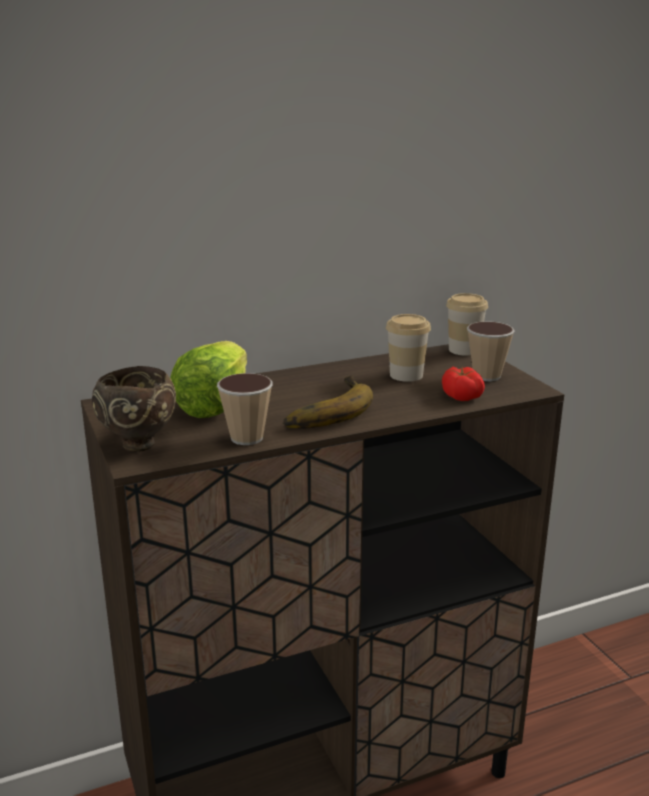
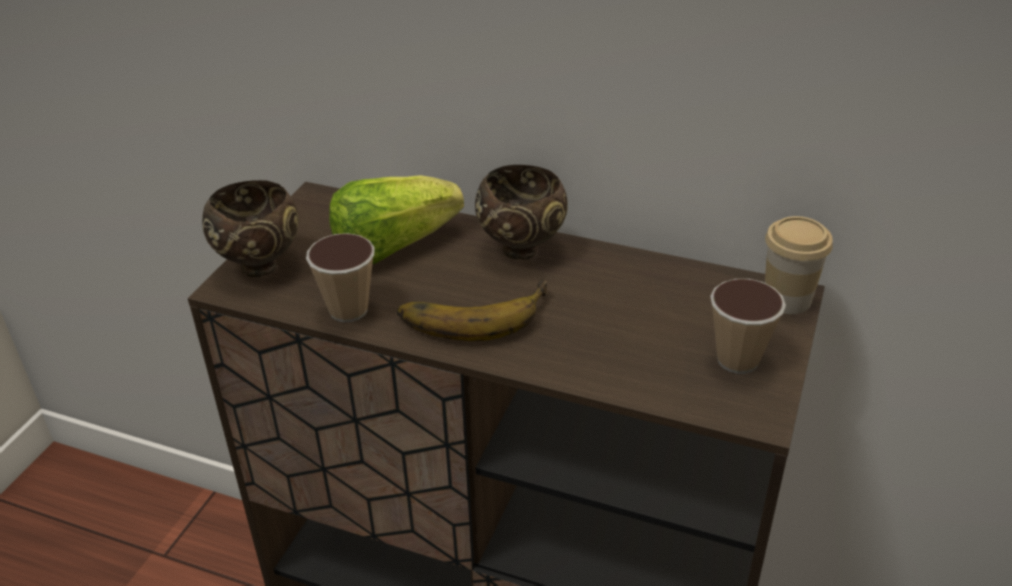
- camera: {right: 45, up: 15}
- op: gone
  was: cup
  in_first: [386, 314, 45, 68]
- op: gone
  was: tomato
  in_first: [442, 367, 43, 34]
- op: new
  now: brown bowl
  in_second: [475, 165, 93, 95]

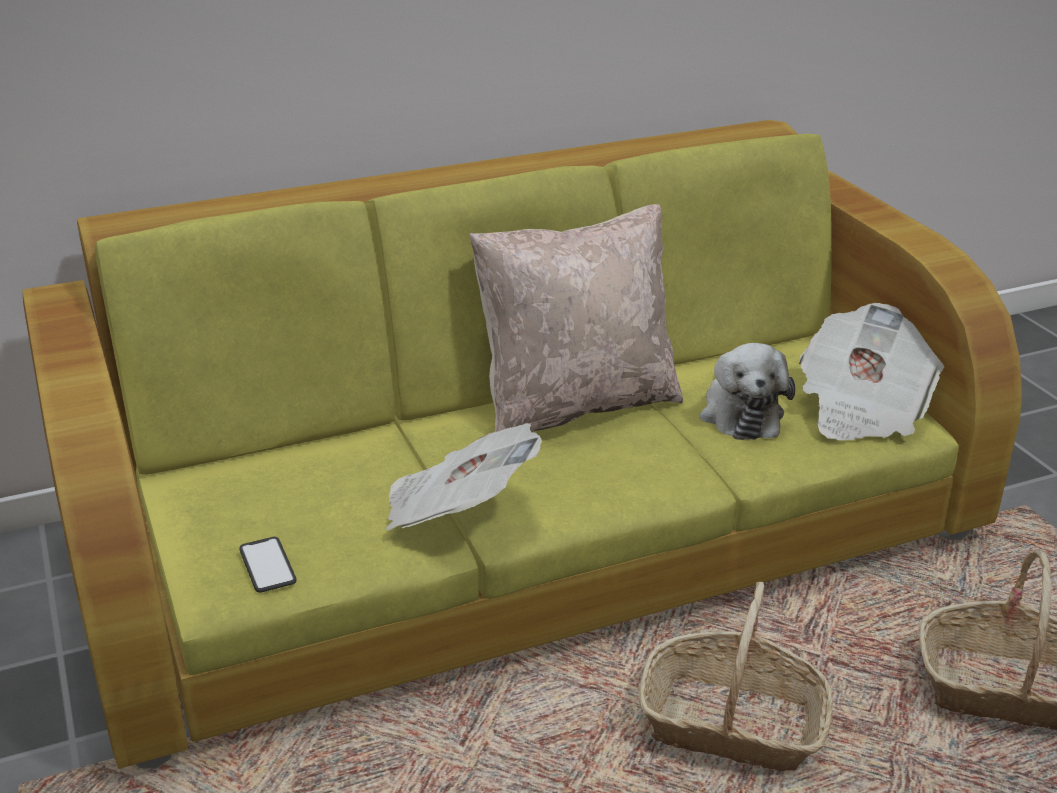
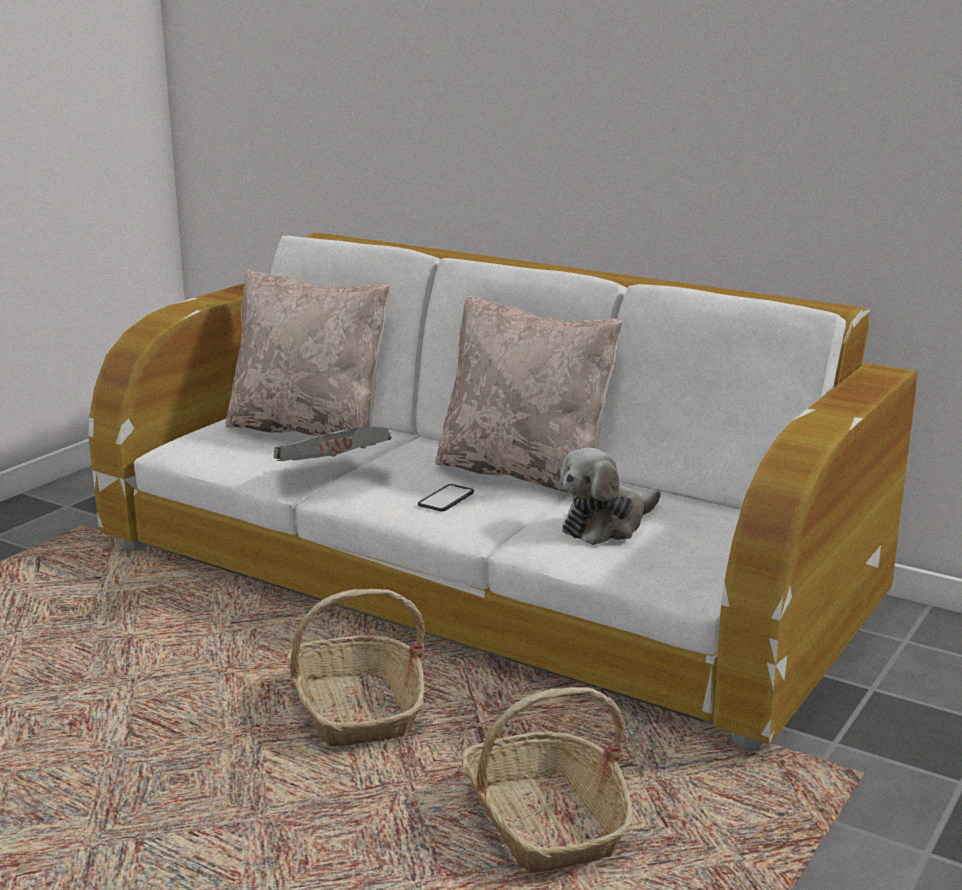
- camera: {right: 55, up: -10}
- op: repainted
  was: green sofa
  now: white sofa
  in_first: [22, 120, 1000, 649]
  in_second: [89, 233, 829, 518]
- op: shifted
  was: phone
  in_first: [239, 537, 58, 56]
  in_second: [418, 484, 56, 28]
- op: gone
  was: newspaper
  in_first: [799, 303, 146, 138]
- op: new
  now: beige pillow
  in_second: [226, 269, 163, 179]

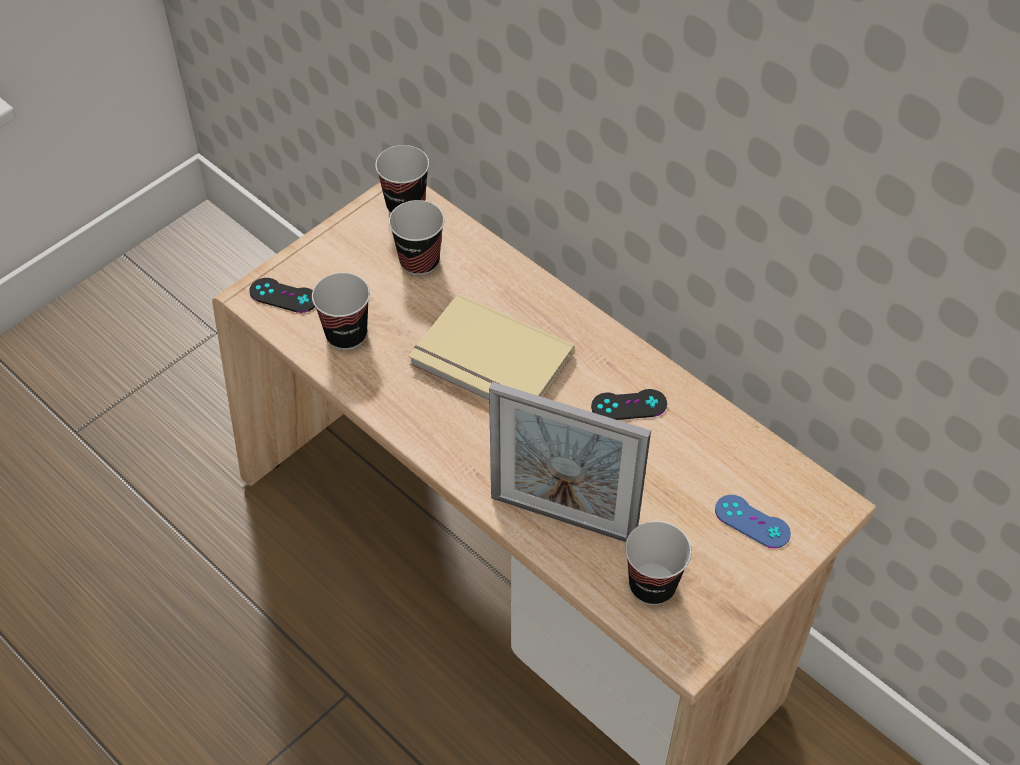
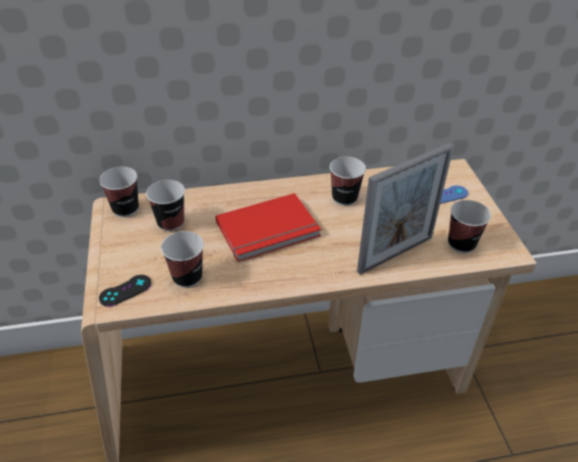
- camera: {right: -55, up: -10}
- op: repainted
  was: beige book
  now: red book
  in_first: [408, 294, 167, 108]
  in_second: [216, 193, 105, 69]
- op: swapped
  was: black game controller
  now: cup
  in_first: [591, 389, 76, 31]
  in_second: [330, 157, 36, 49]

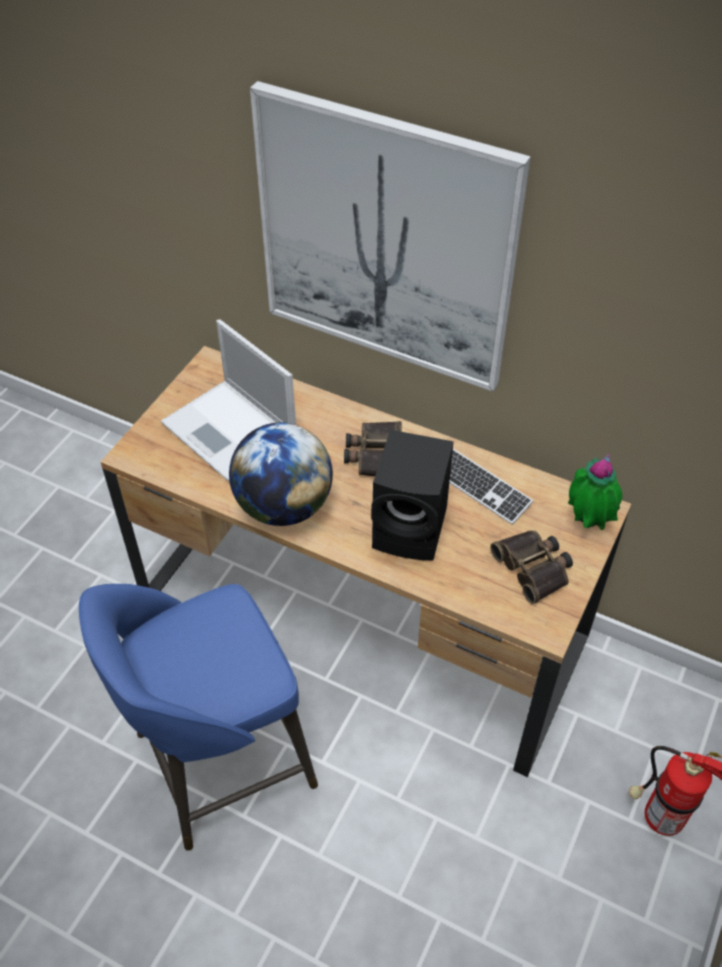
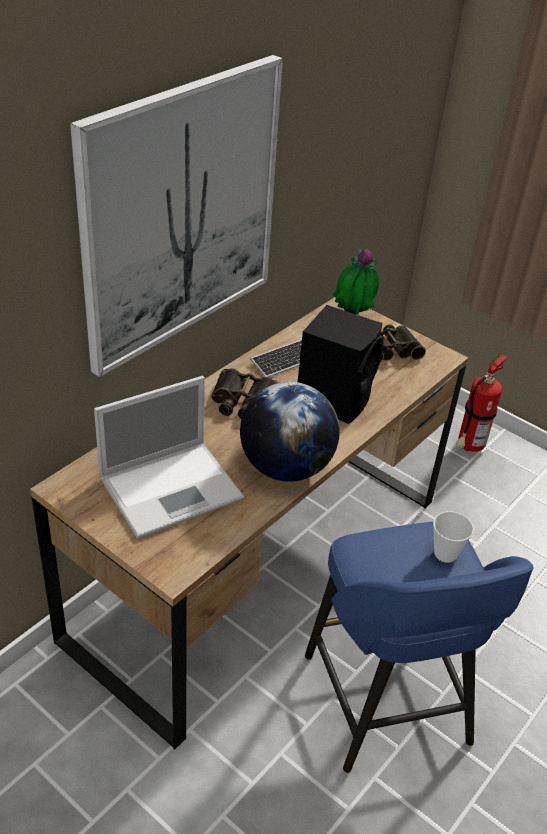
- camera: {right: -80, up: -10}
- op: new
  now: cup
  in_second: [433, 511, 41, 52]

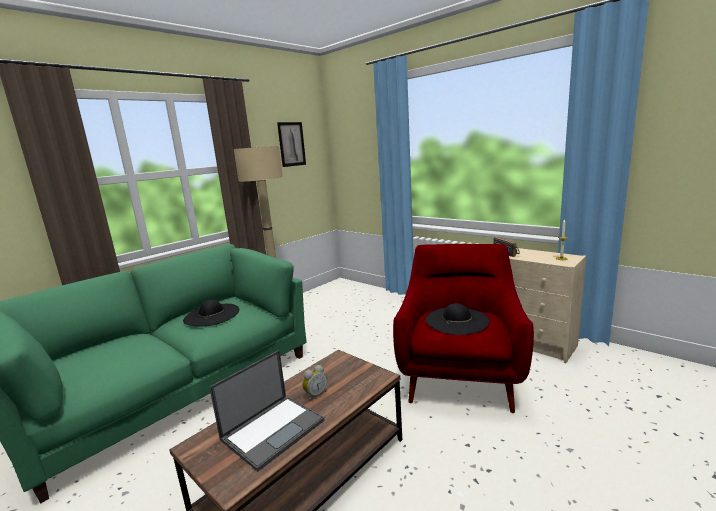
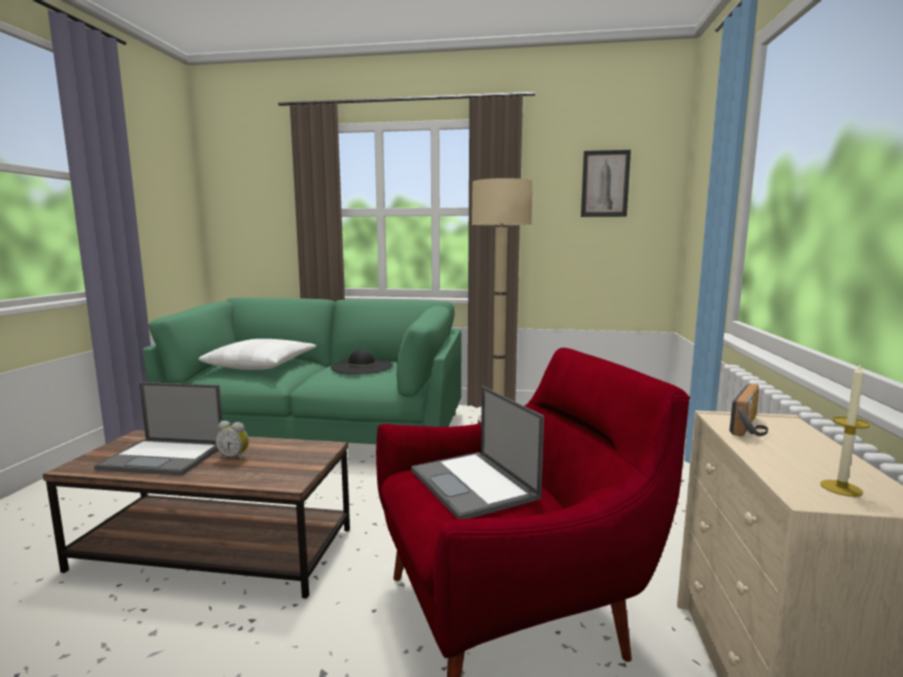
- camera: {right: 55, up: -5}
- op: swapped
  was: black hat
  now: laptop
  in_first: [426, 303, 64, 32]
  in_second: [411, 386, 133, 133]
- op: new
  now: white pillow
  in_second: [198, 339, 118, 31]

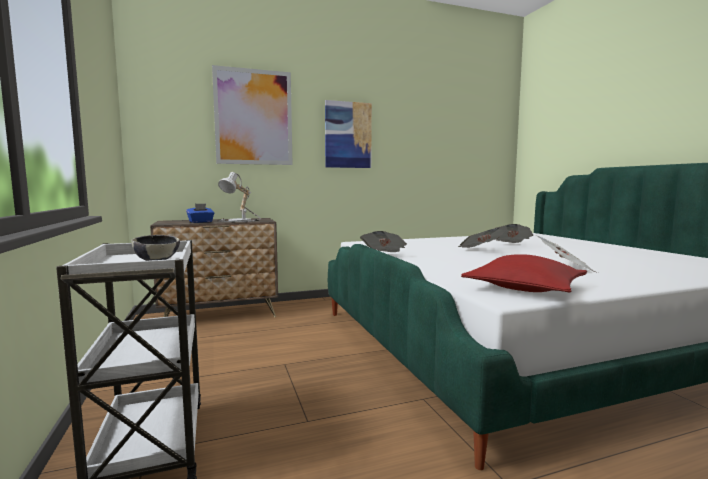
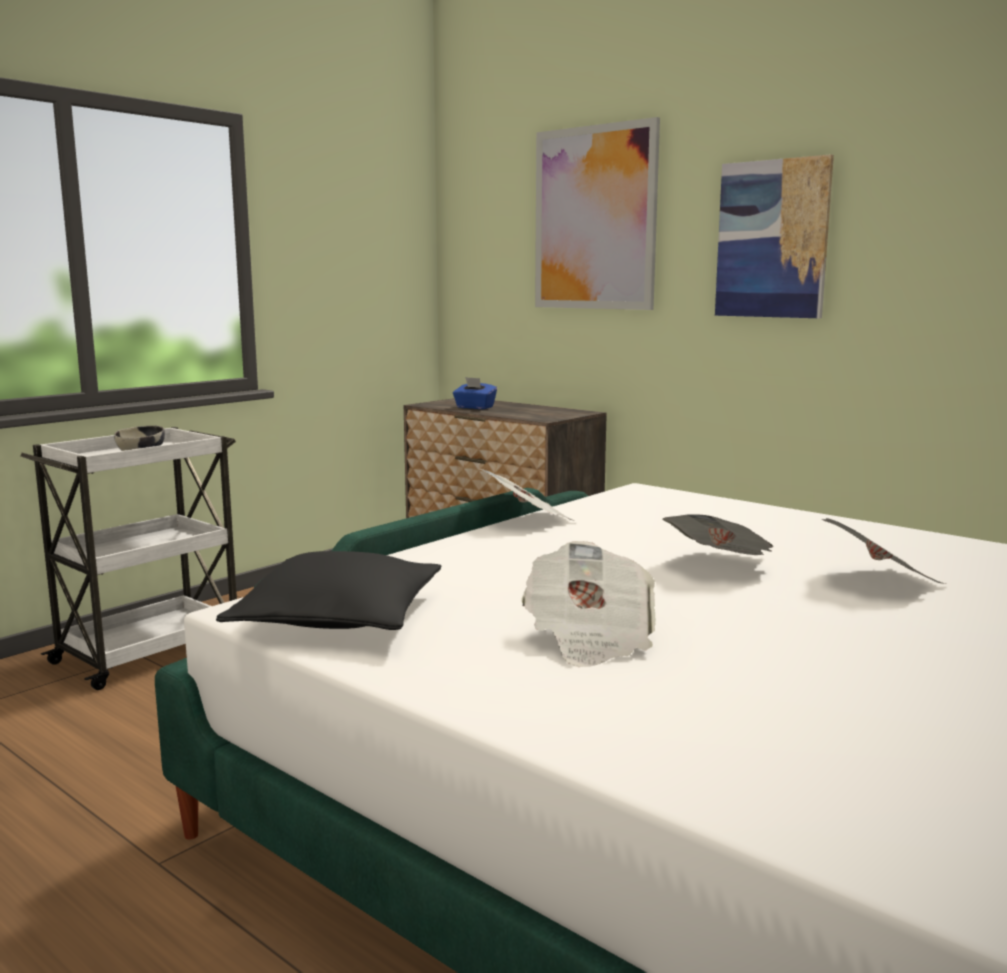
- camera: {right: 60, up: 5}
- op: gone
  was: table lamp
  in_first: [218, 172, 43, 50]
- op: repainted
  was: red pillow
  now: black pillow
  in_first: [461, 254, 126, 38]
  in_second: [216, 551, 225, 79]

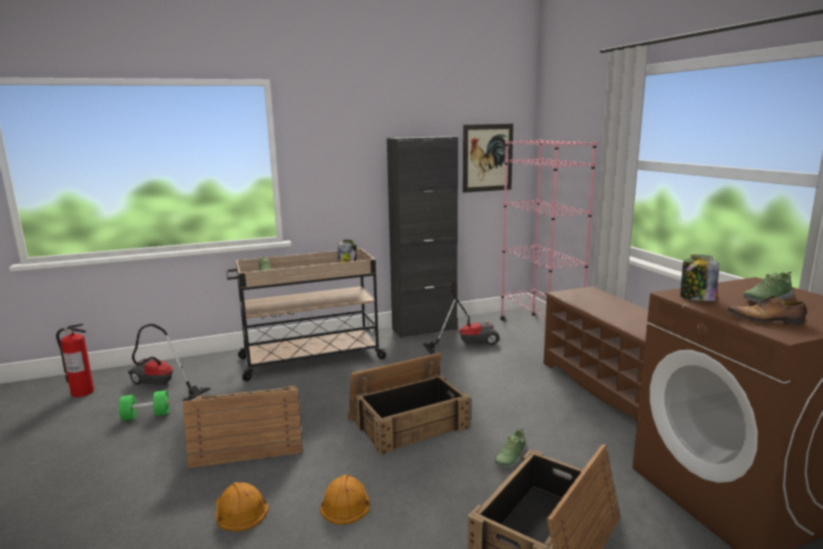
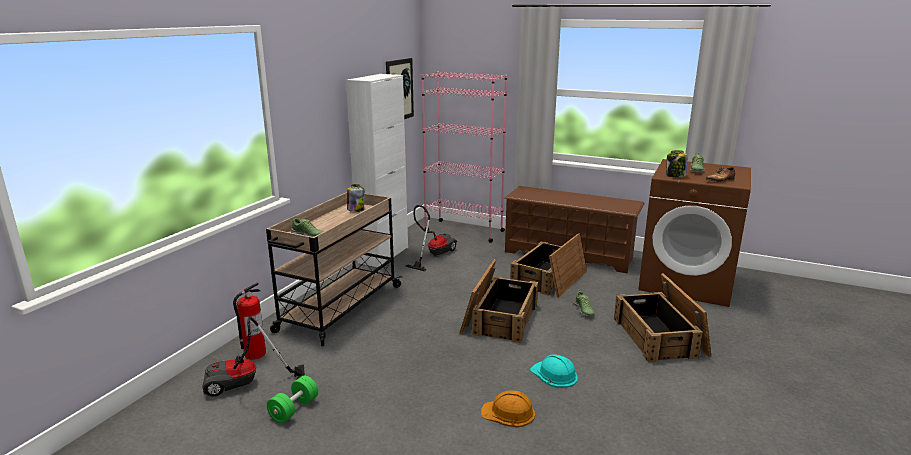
- camera: {right: -45, up: 5}
- op: shifted
  was: fire extinguisher
  in_first: [56, 324, 38, 73]
  in_second: [233, 282, 33, 78]
- op: shifted
  was: crate
  in_first: [183, 385, 120, 83]
  in_second: [510, 233, 77, 65]
- op: repainted
  was: orange hard hat
  now: turquoise hard hat
  in_first: [320, 475, 50, 50]
  in_second: [530, 354, 48, 34]
- op: repainted
  was: black cabinet
  now: white cabinet
  in_first: [387, 136, 71, 202]
  in_second: [346, 74, 62, 193]

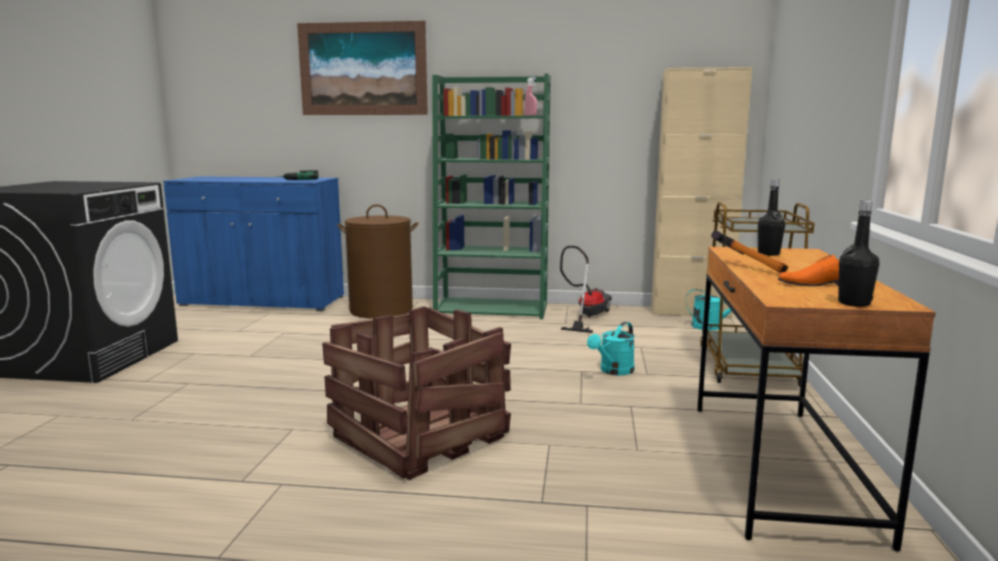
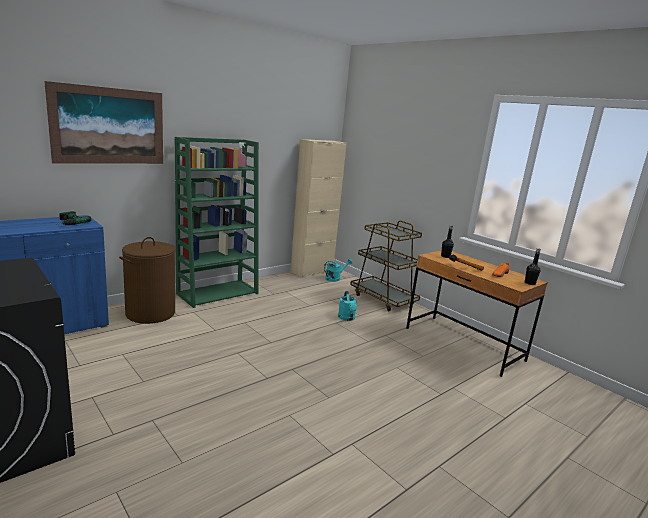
- camera: {right: -50, up: 5}
- op: gone
  was: crate
  in_first: [322, 306, 189, 174]
- op: gone
  was: vacuum cleaner
  in_first: [560, 246, 52, 87]

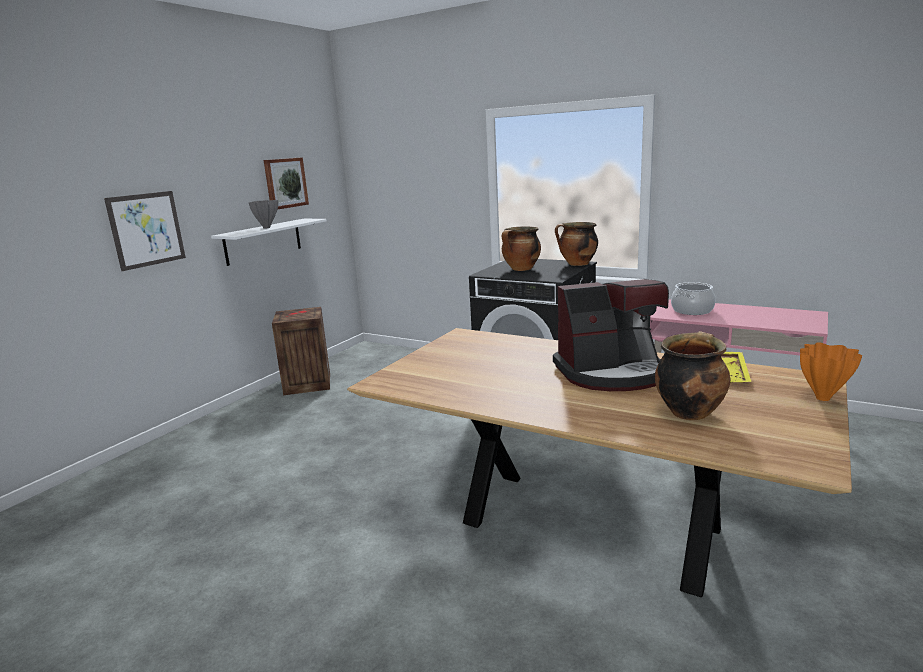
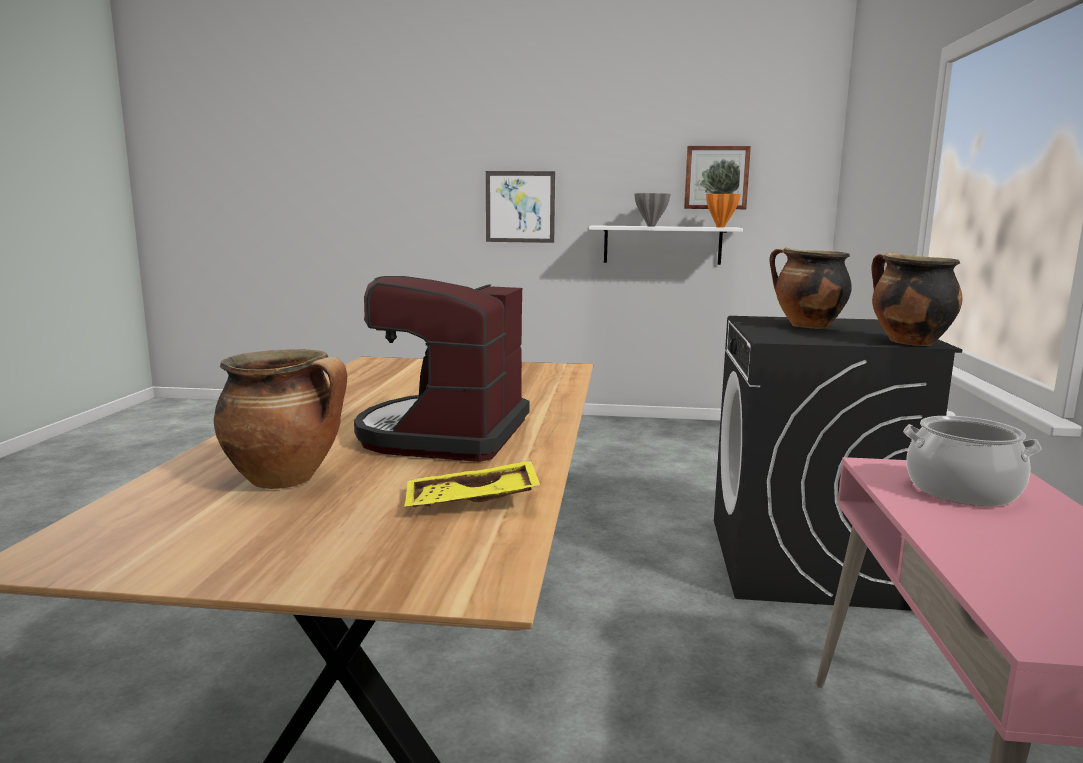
- camera: {right: 65, up: -5}
- op: gone
  was: crate
  in_first: [272, 307, 58, 88]
- op: rotated
  was: coffee machine
  in_first: [553, 279, 116, 112]
  in_second: [354, 276, 175, 186]
  clockwise: 45
- op: shifted
  was: orange vase
  in_first: [800, 342, 62, 59]
  in_second: [706, 194, 35, 33]

